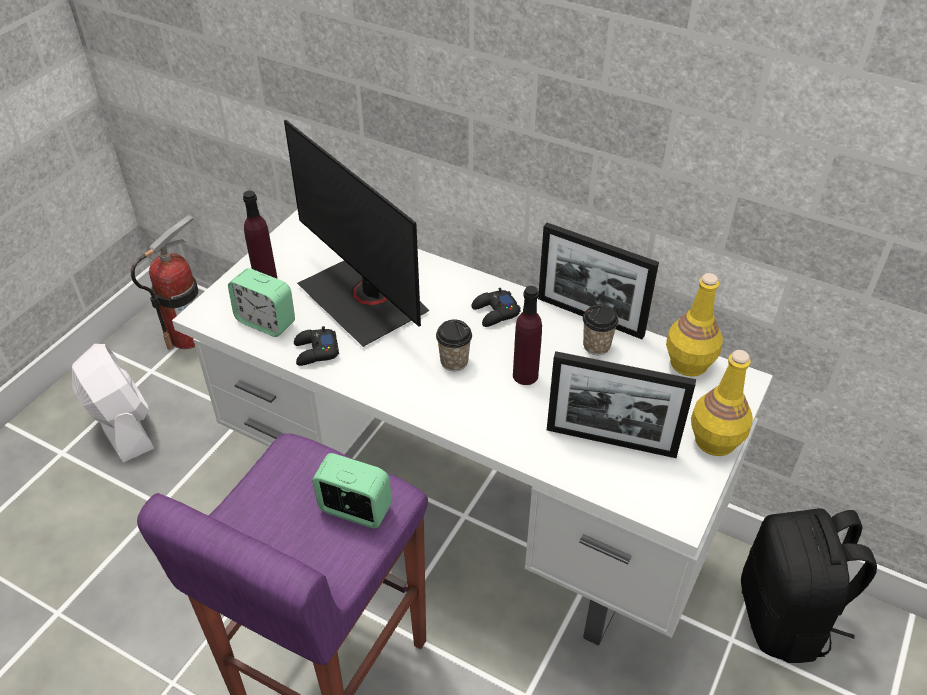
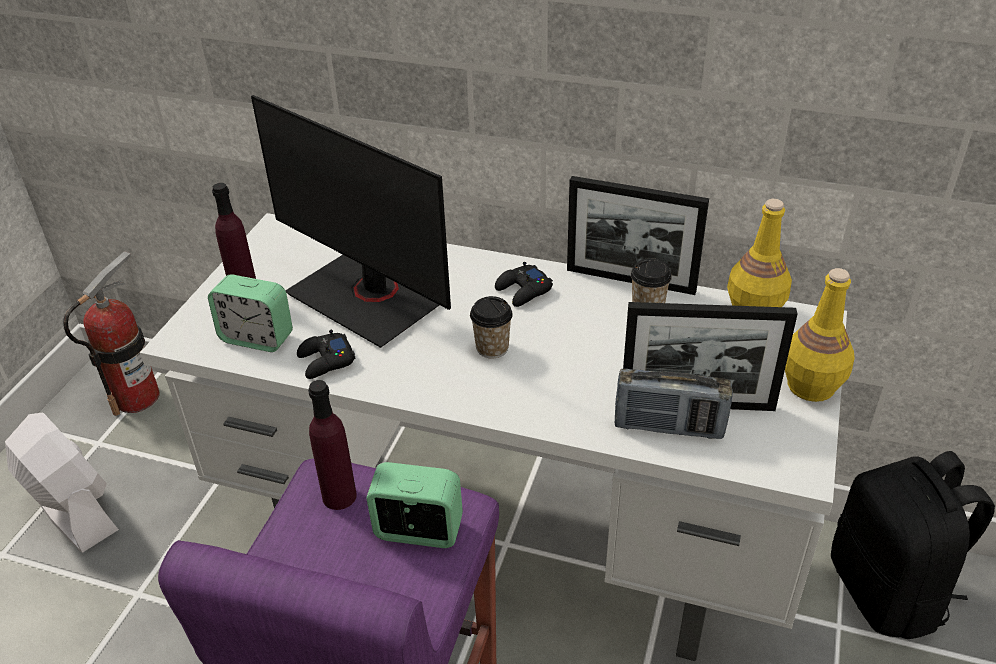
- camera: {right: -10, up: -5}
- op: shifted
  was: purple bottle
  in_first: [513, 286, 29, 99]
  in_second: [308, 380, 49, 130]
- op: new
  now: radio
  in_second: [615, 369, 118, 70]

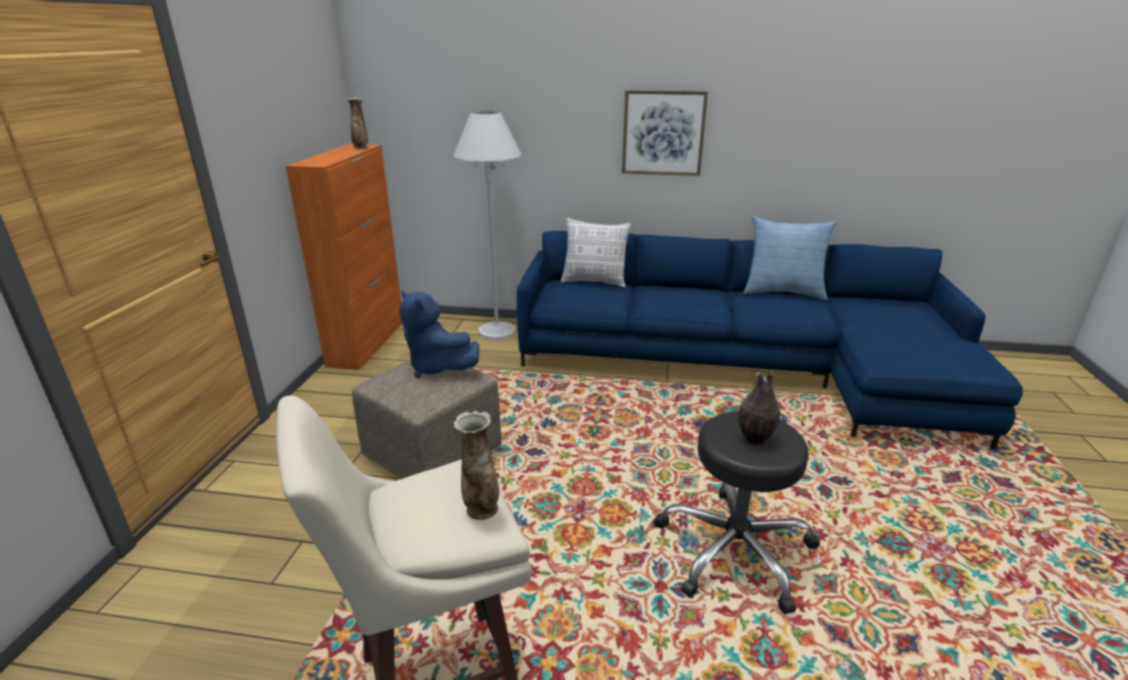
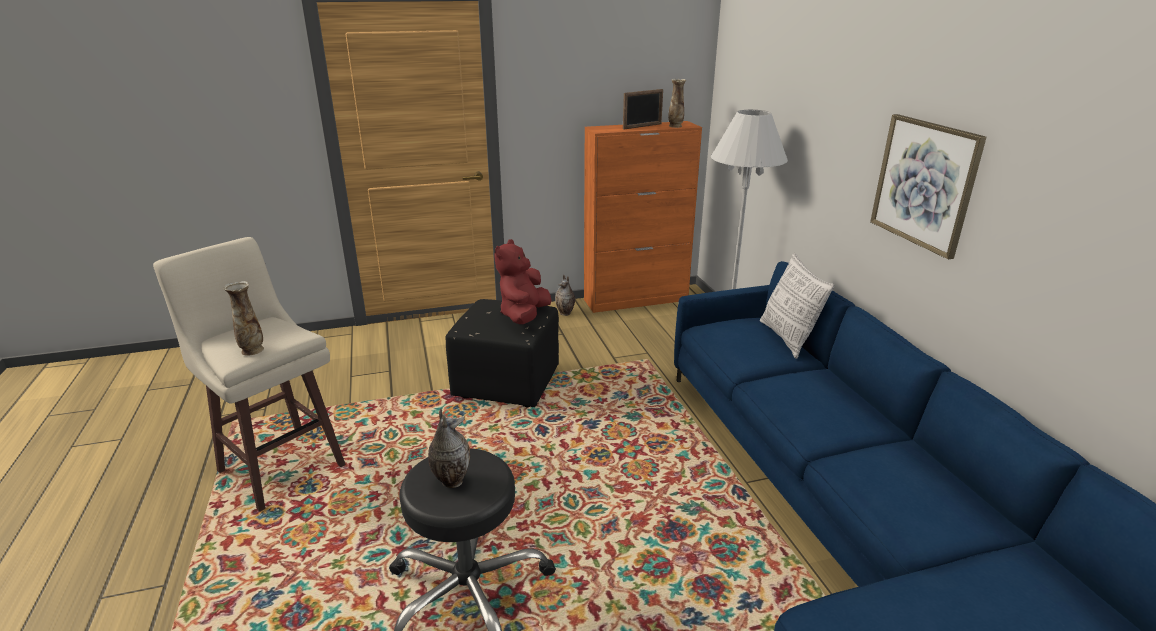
- camera: {right: 65, up: 0}
- op: repainted
  was: beige ottoman
  now: black ottoman
  in_first: [352, 360, 150, 119]
  in_second: [446, 299, 113, 108]
- op: repainted
  was: blue plush toy
  now: red plush toy
  in_first: [400, 290, 79, 88]
  in_second: [494, 239, 58, 85]
- op: gone
  was: pillow
  in_first: [743, 216, 94, 84]
- op: new
  now: vase
  in_second: [555, 275, 20, 41]
- op: new
  now: picture frame
  in_second: [623, 89, 40, 40]

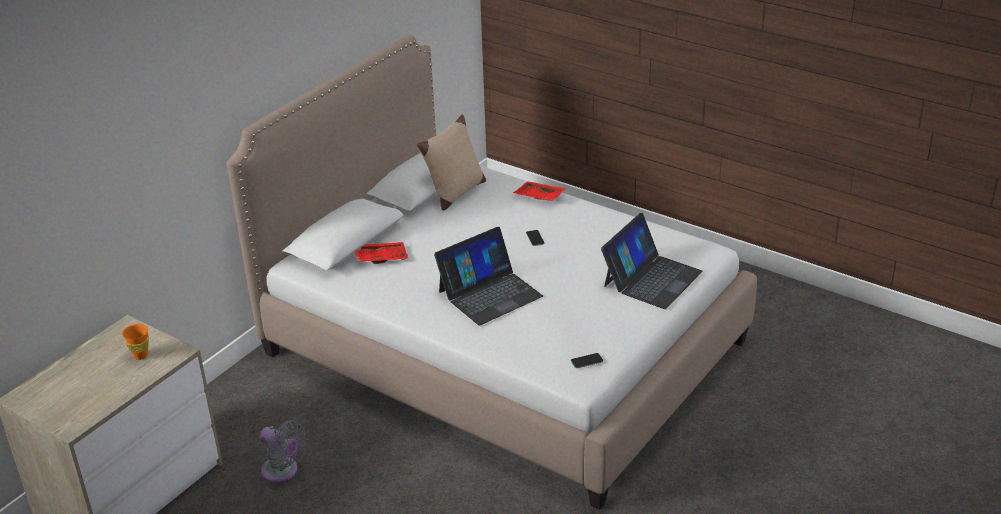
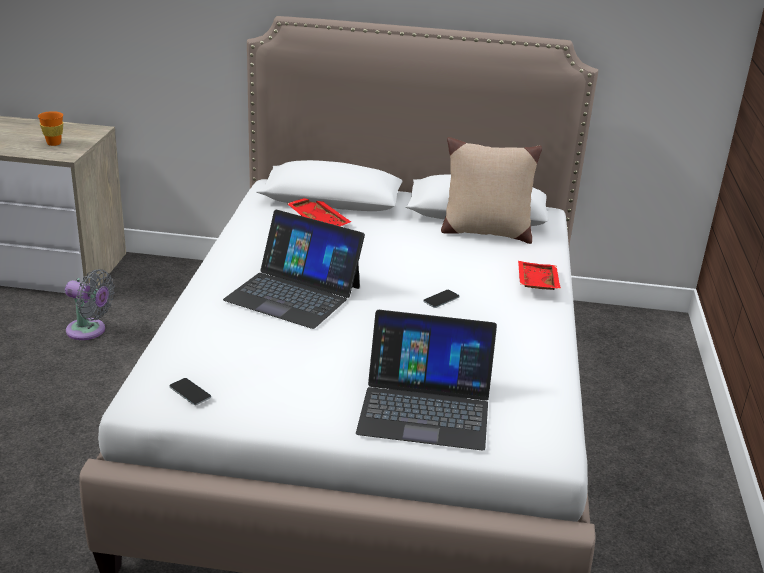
- camera: {right: 60, up: -5}
- op: rotated
  was: grey fan
  in_first: [259, 420, 46, 63]
  in_second: [65, 269, 50, 71]
  clockwise: -75

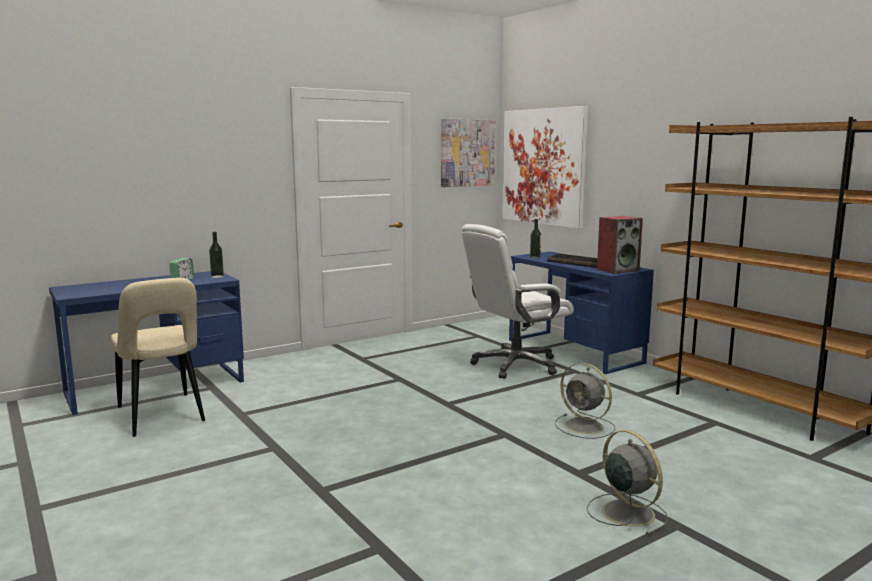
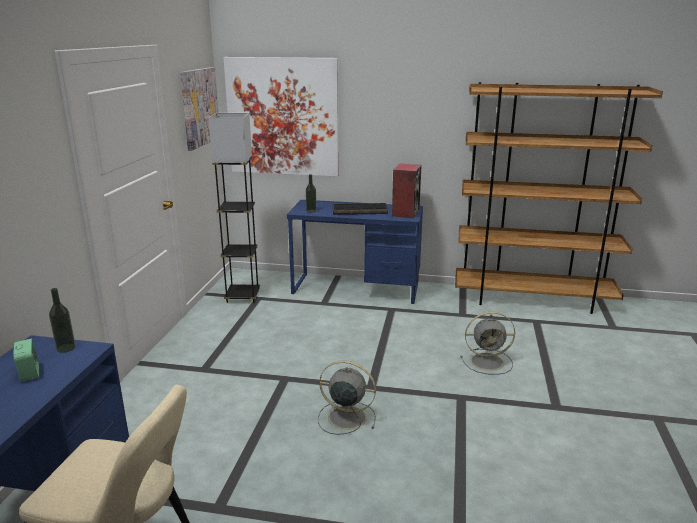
- camera: {right: -45, up: 10}
- op: gone
  was: white office chair
  in_first: [461, 224, 113, 155]
- op: shifted
  was: grey fan
  in_first: [587, 430, 81, 105]
  in_second: [318, 361, 58, 74]
- op: new
  now: grey floor lamp
  in_second: [209, 113, 51, 190]

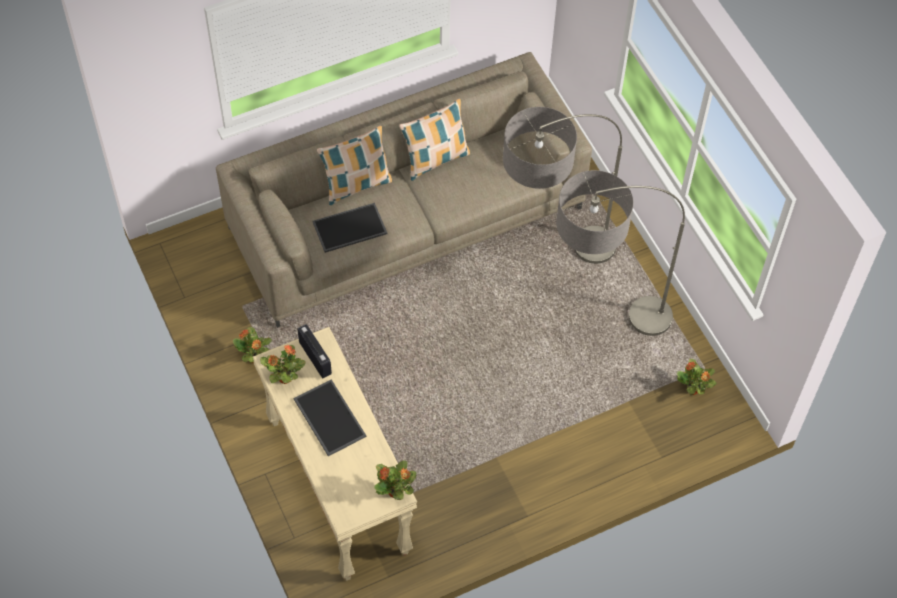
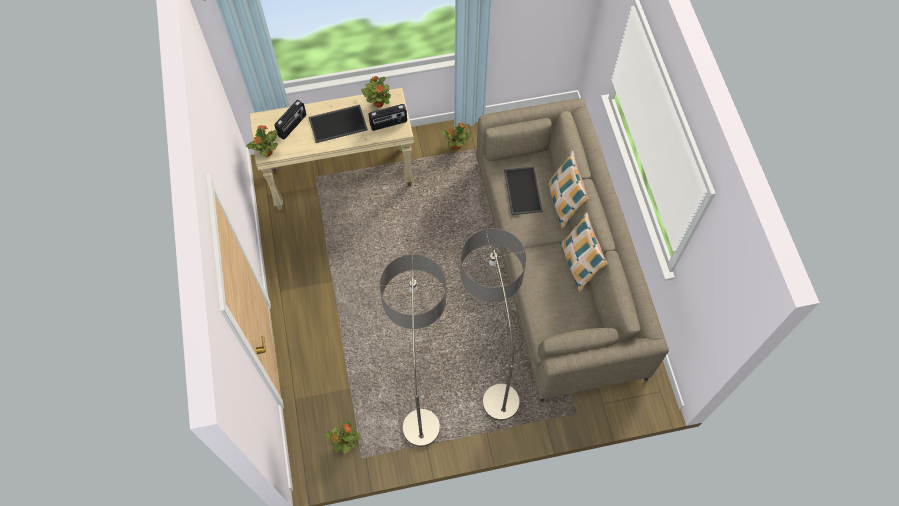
- camera: {right: 105, up: 5}
- op: new
  now: radio
  in_second: [274, 100, 32, 40]

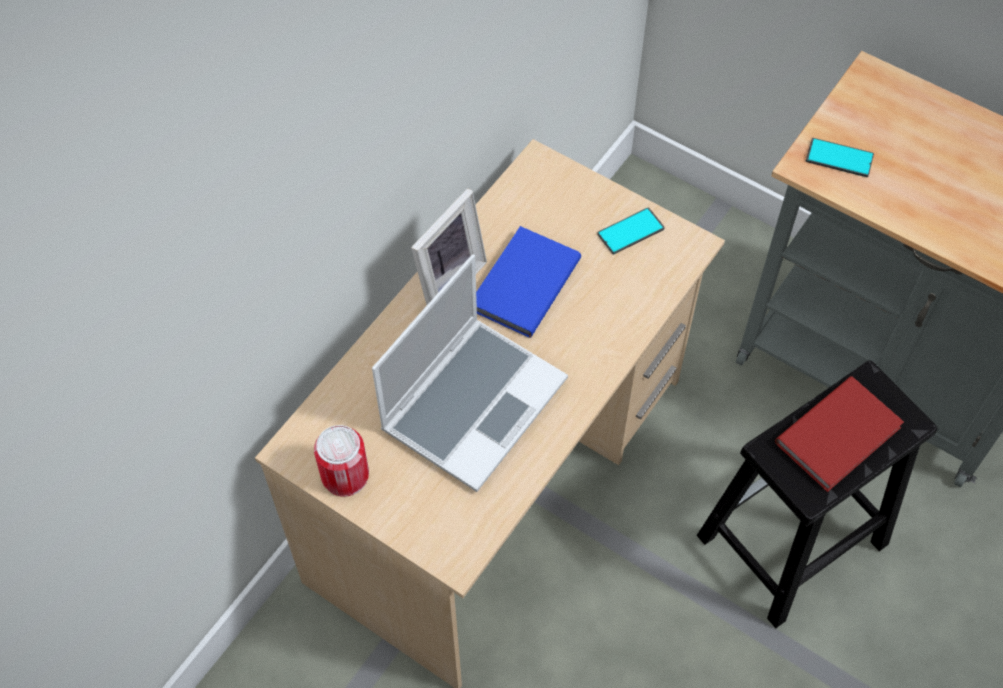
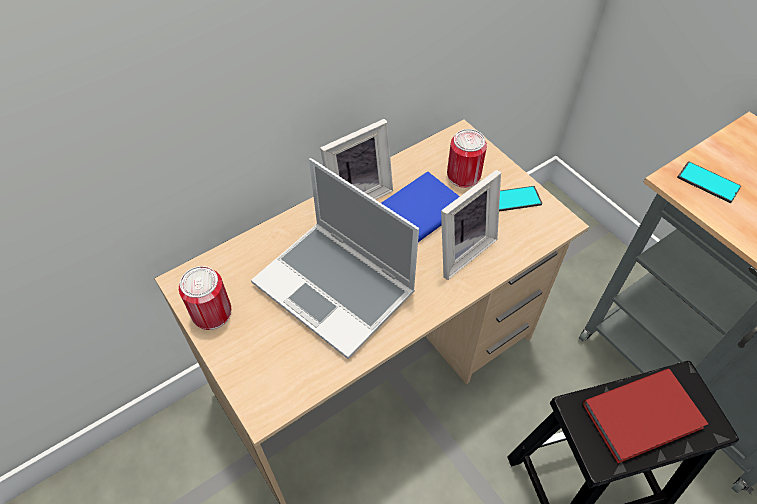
- camera: {right: 20, up: -5}
- op: rotated
  was: laptop
  in_first: [372, 255, 196, 237]
  in_second: [251, 158, 168, 201]
  clockwise: 75
- op: new
  now: picture frame
  in_second: [441, 169, 60, 111]
- op: new
  now: can
  in_second: [447, 129, 40, 59]

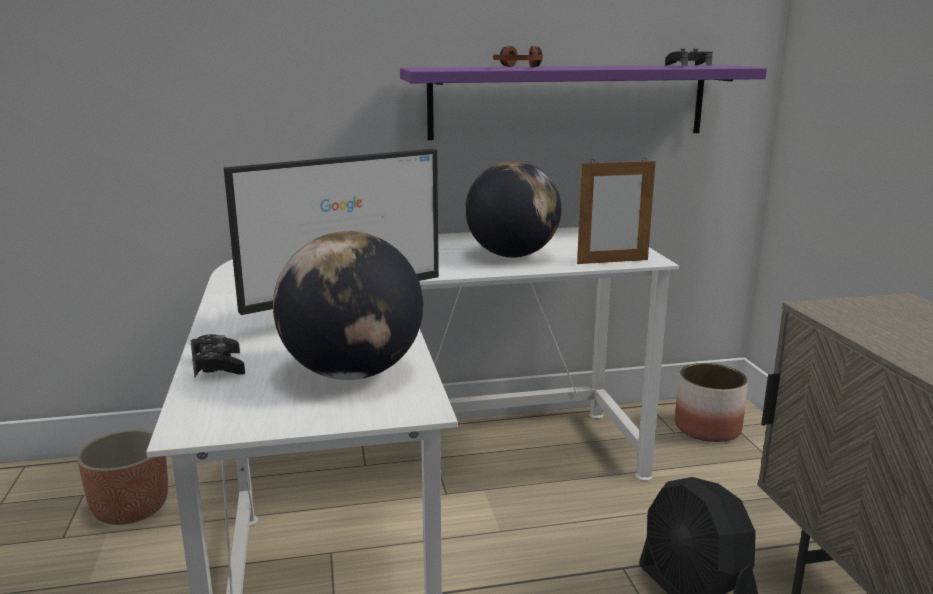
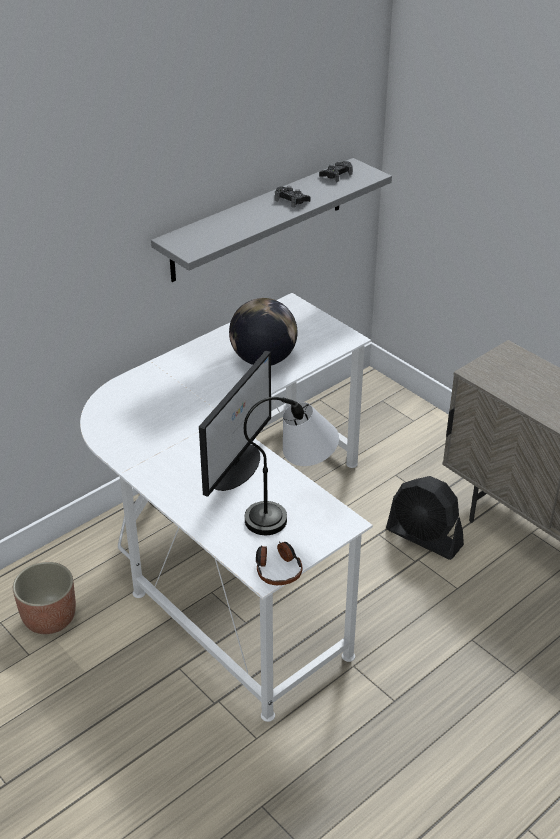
- camera: {right: -30, up: 20}
- op: shifted
  was: black game controller
  in_first: [190, 334, 55, 43]
  in_second: [275, 186, 35, 22]
- op: swapped
  was: globe
  now: table lamp
  in_first: [273, 231, 150, 149]
  in_second: [244, 397, 95, 138]
- op: repainted
  was: purple shelf
  now: grey shelf
  in_first: [400, 65, 367, 75]
  in_second: [151, 158, 241, 124]
- op: shifted
  was: headphones
  in_first: [493, 46, 50, 21]
  in_second: [256, 542, 46, 43]
- op: gone
  was: picture frame
  in_first: [577, 159, 79, 105]
- op: gone
  was: planter
  in_first: [675, 363, 73, 79]

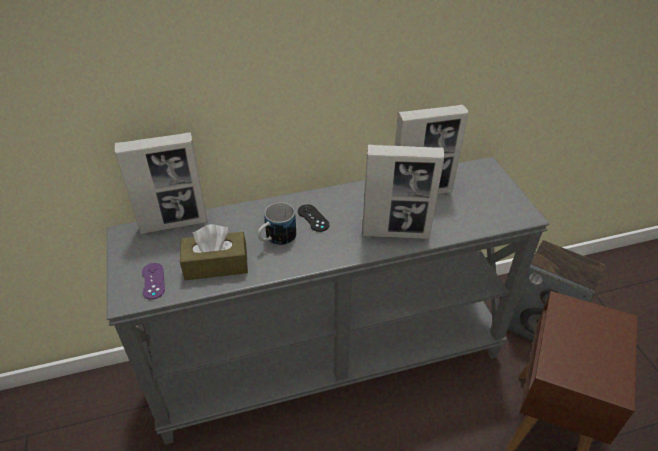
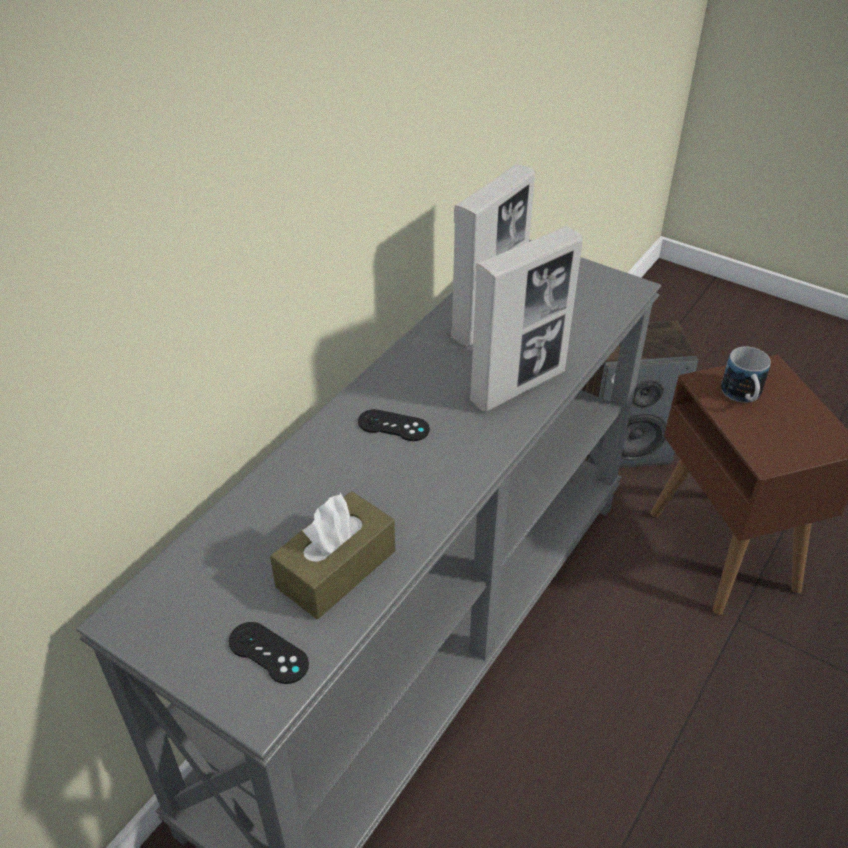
- camera: {right: -40, up: 0}
- op: gone
  was: picture frame
  in_first: [115, 132, 92, 102]
- op: repainted
  was: purple game controller
  now: black game controller
  in_first: [142, 263, 23, 37]
  in_second: [229, 622, 80, 62]
- op: shifted
  was: mug
  in_first: [258, 202, 38, 43]
  in_second: [721, 346, 50, 57]

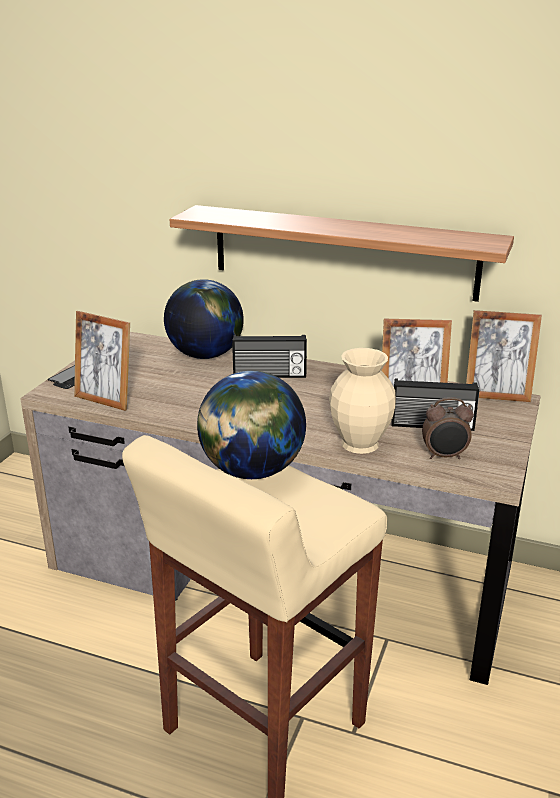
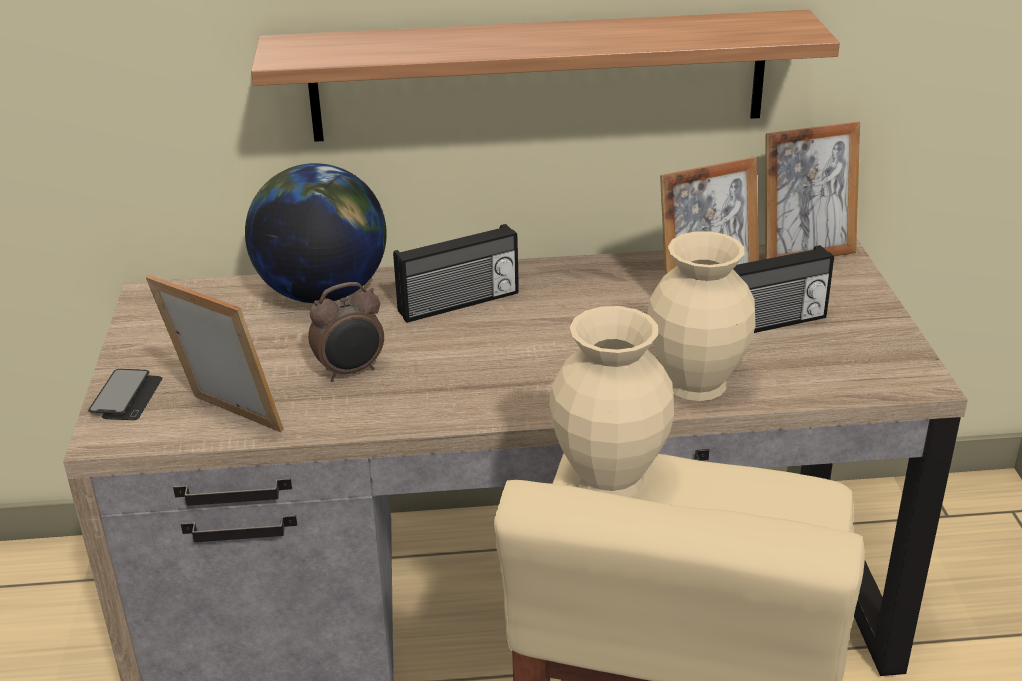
- camera: {right: -25, up: 5}
- op: rotated
  was: picture frame
  in_first: [74, 311, 56, 100]
  in_second: [146, 275, 138, 157]
  clockwise: -150
- op: swapped
  was: globe
  now: beige vase
  in_first: [197, 371, 109, 108]
  in_second: [549, 306, 125, 191]
- op: shifted
  was: alarm clock
  in_first: [422, 397, 52, 62]
  in_second: [308, 282, 76, 99]

